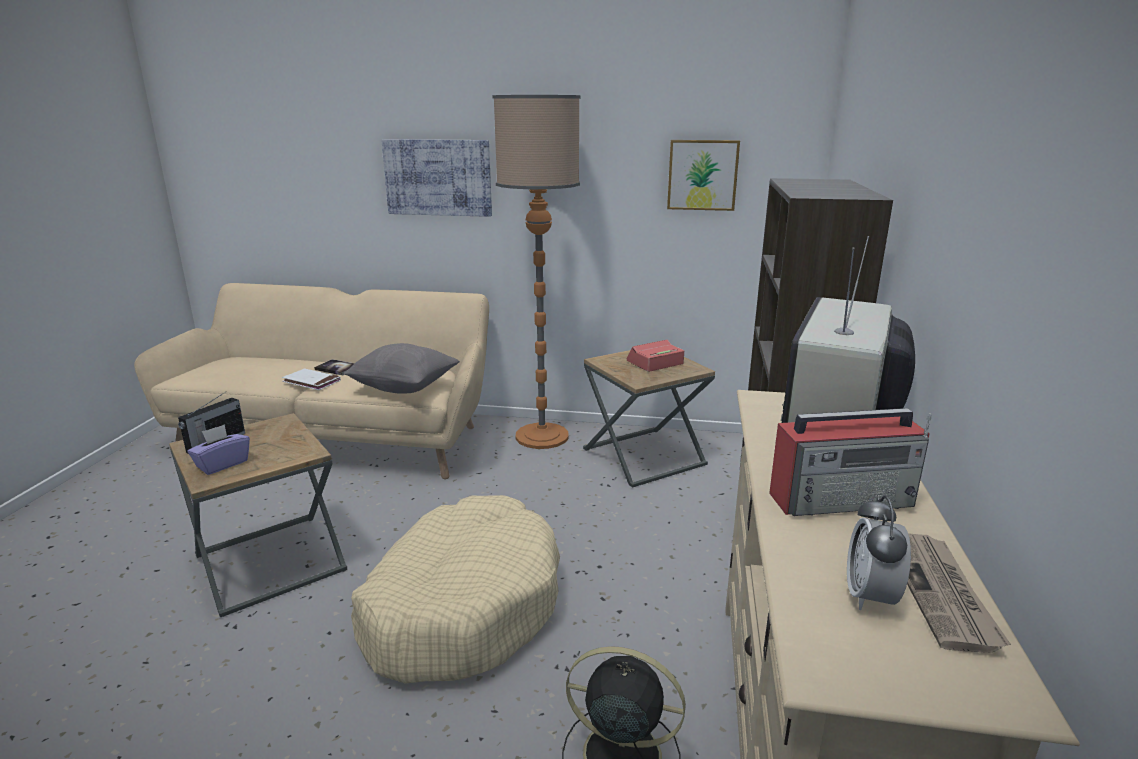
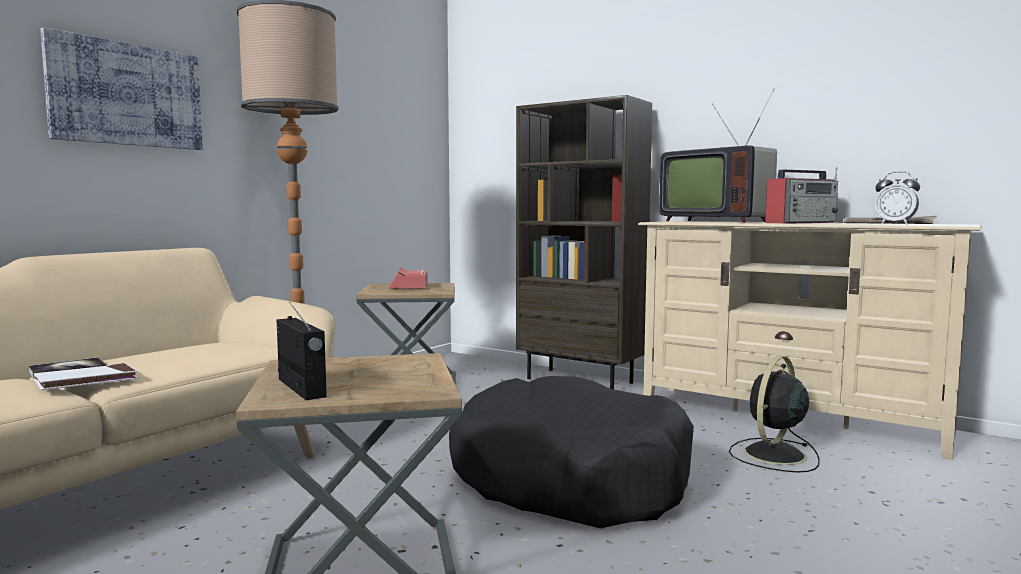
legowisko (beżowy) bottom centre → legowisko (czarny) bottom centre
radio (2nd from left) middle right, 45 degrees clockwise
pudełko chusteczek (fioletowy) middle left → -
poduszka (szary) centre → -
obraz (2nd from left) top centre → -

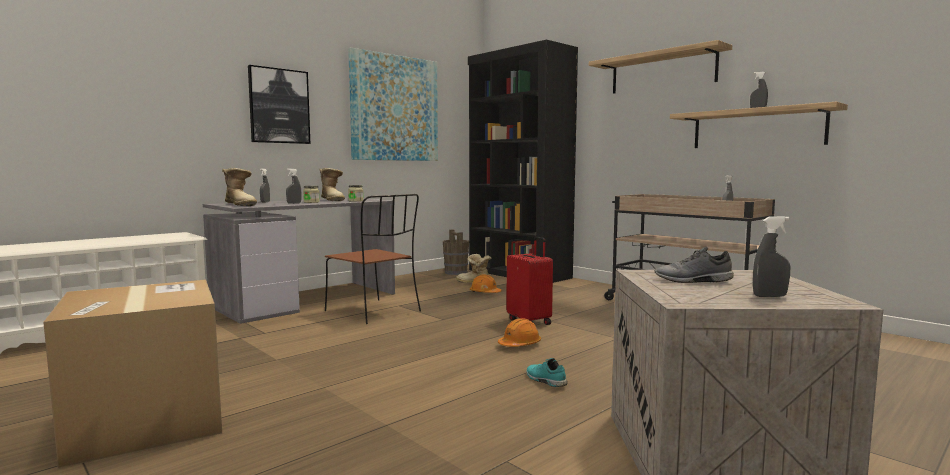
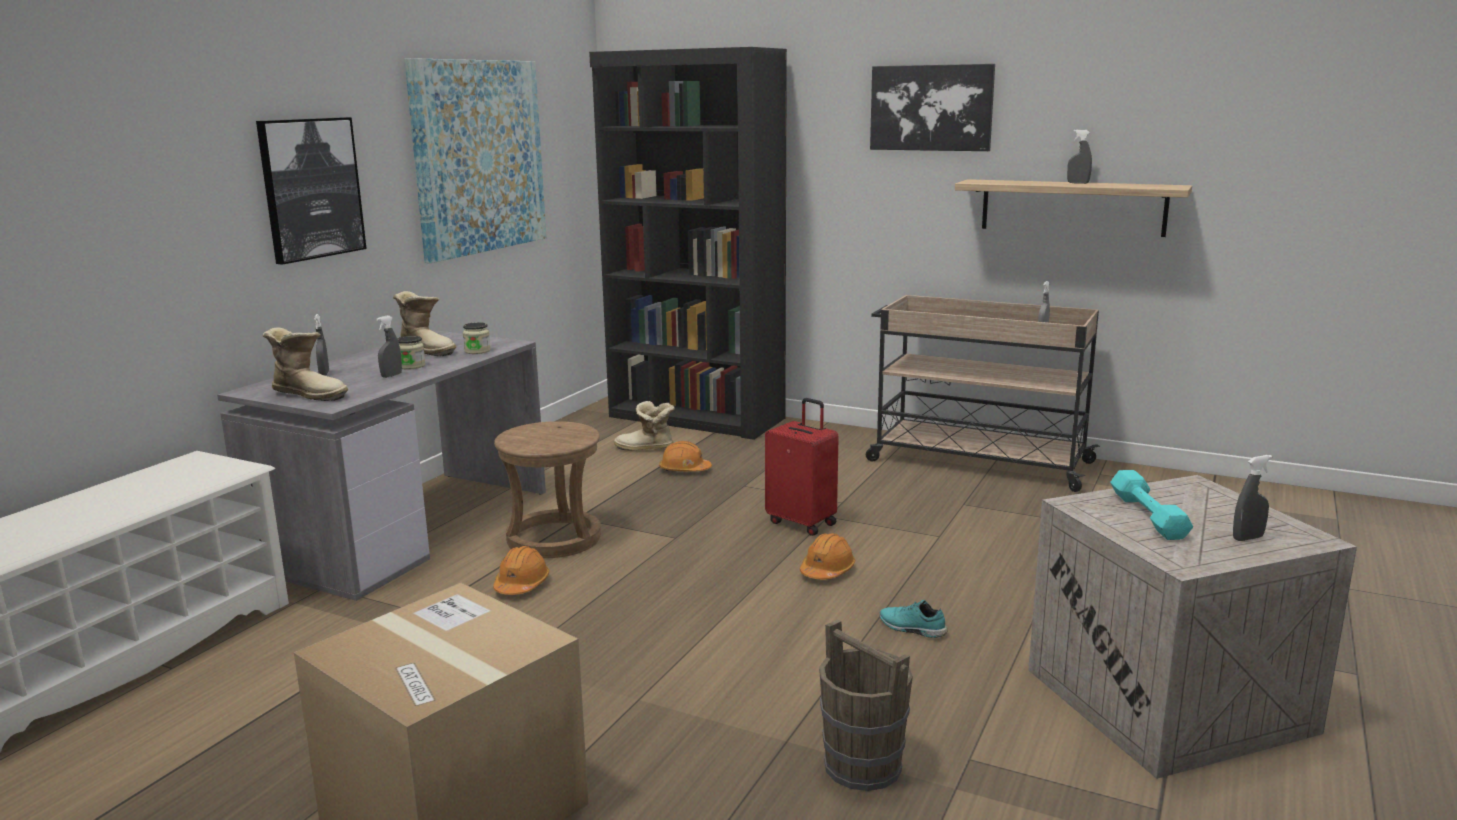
- → kask (pomarańczowy) (1st from left) bottom centre
krzesło (brązowy) centre → stołek (brązowy) centre
wiadro (brązowy) centre → wiadro (brązowy) bottom centre, moved
półka (1st from left) top right → obraz (3rd from left) top centre
but (szary) middle right → hantel (turkusowy) middle right

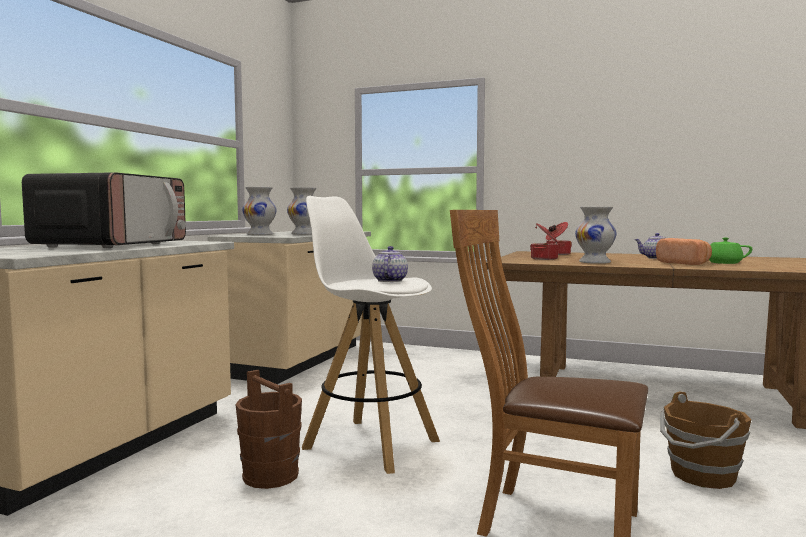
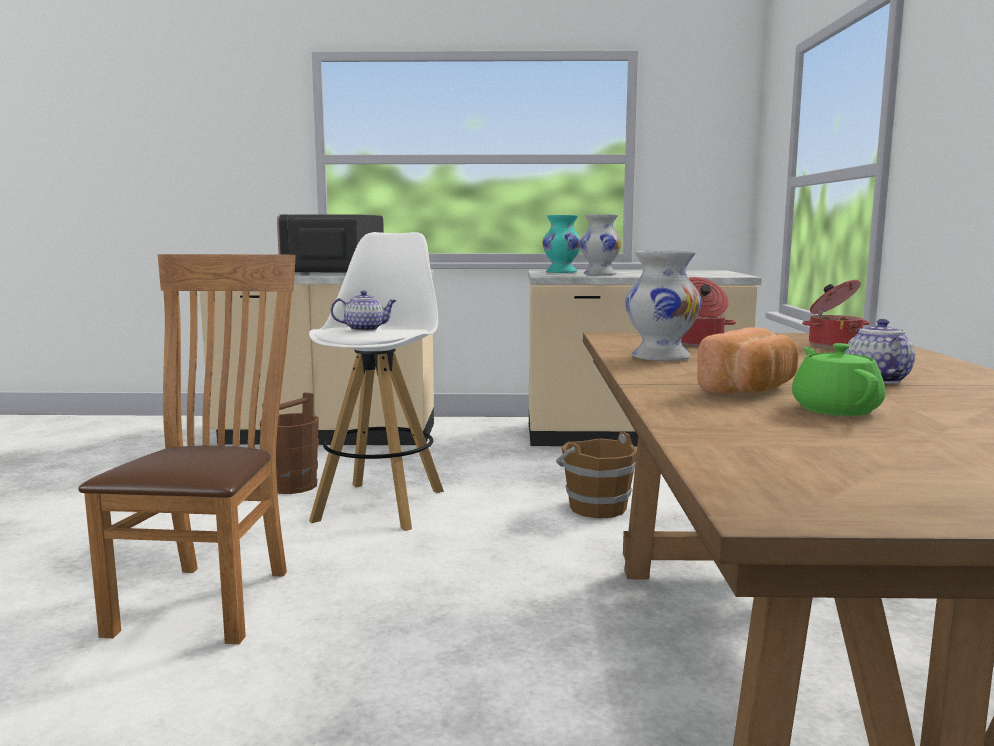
mikrofalówka middle left → mikrofalówka top left, 105 degrees clockwise
wazon (biały) (1st from left) middle left → wazon (turkusowy) top centre
wiadro (brązowy) (2nd from left) bottom right → wiadro (brązowy) (2nd from left) centre, moved

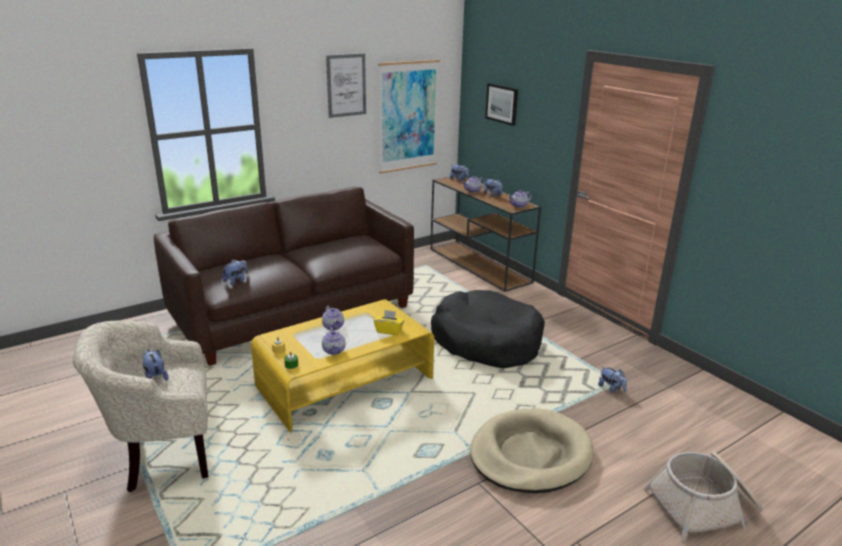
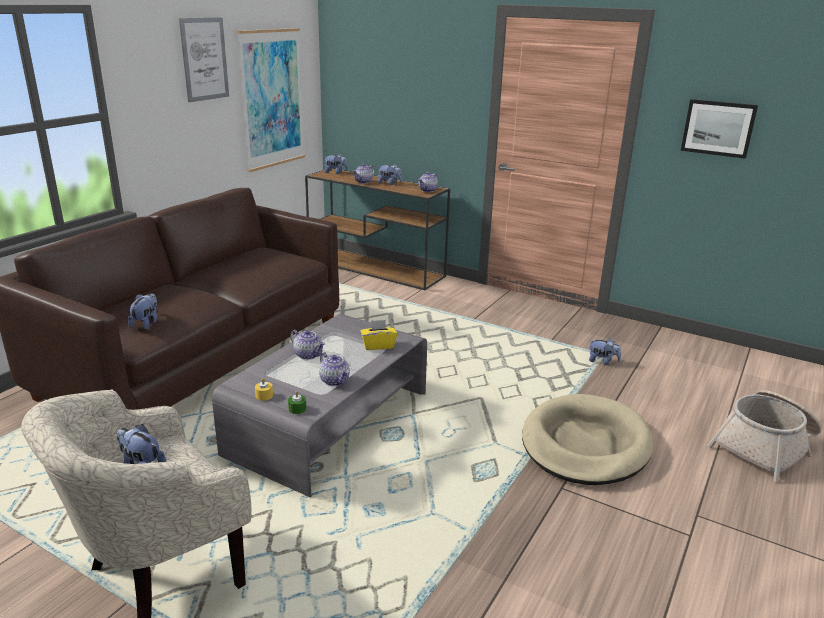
ława (żółty) bottom centre → ława (szary) centre
obraz (3rd from left) top centre → obraz (3rd from left) top right, moved
legowisko (czarny) centre → -

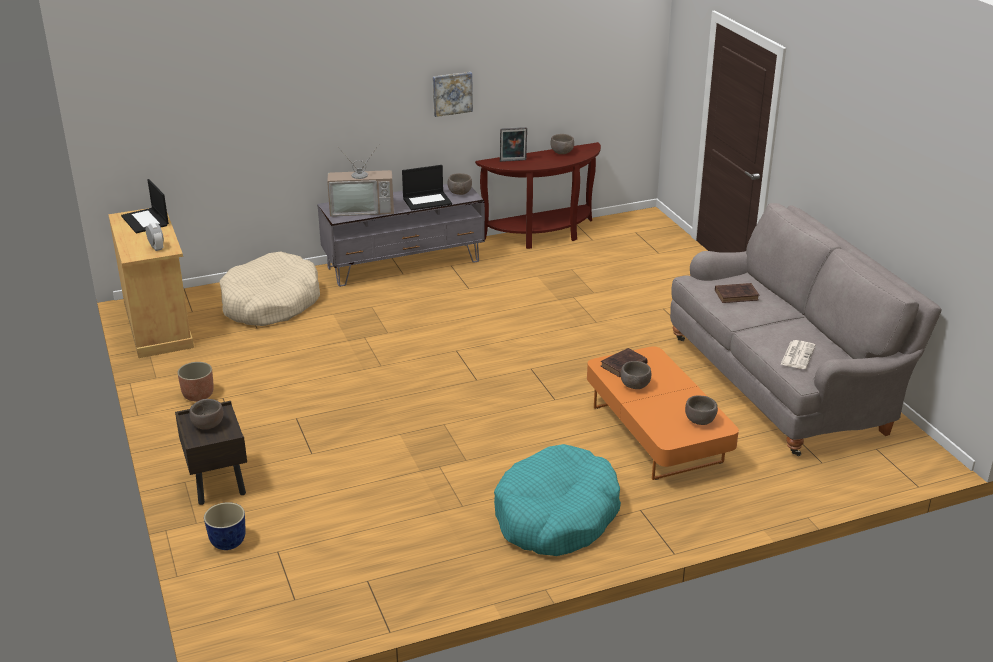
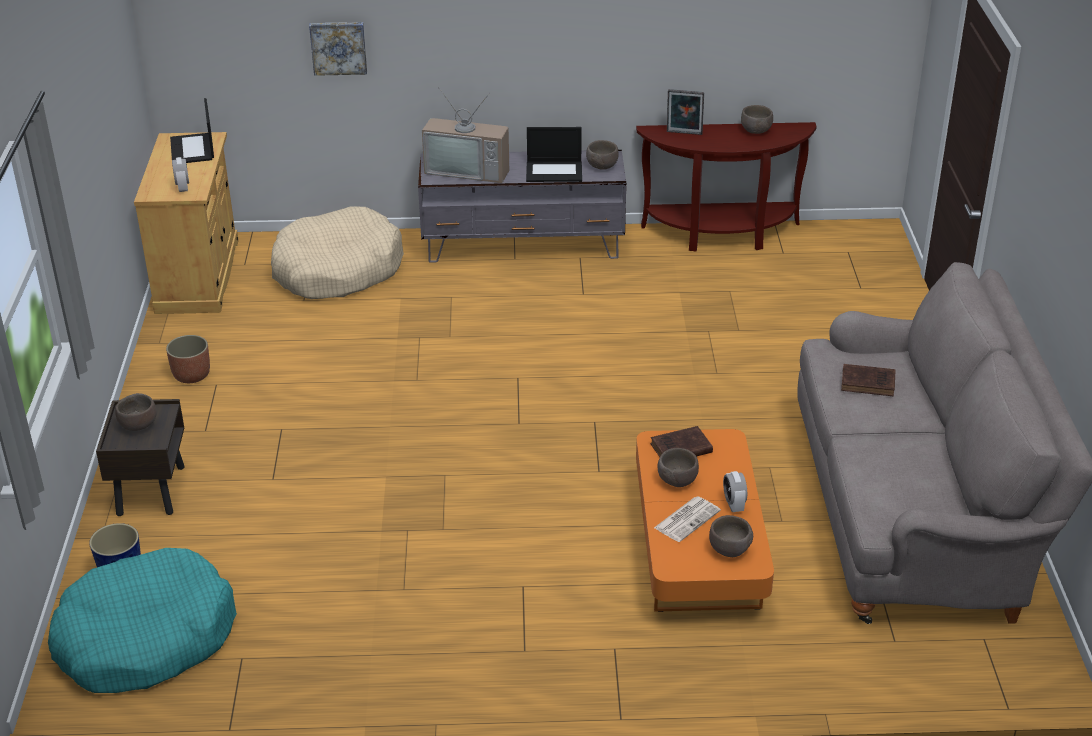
legowisko (turkusowy) bottom centre → legowisko (turkusowy) bottom left, moved
obraz top centre → obraz top left, moved
gazeta middle right → gazeta bottom centre, moved
- → budzik (2nd from left) bottom right

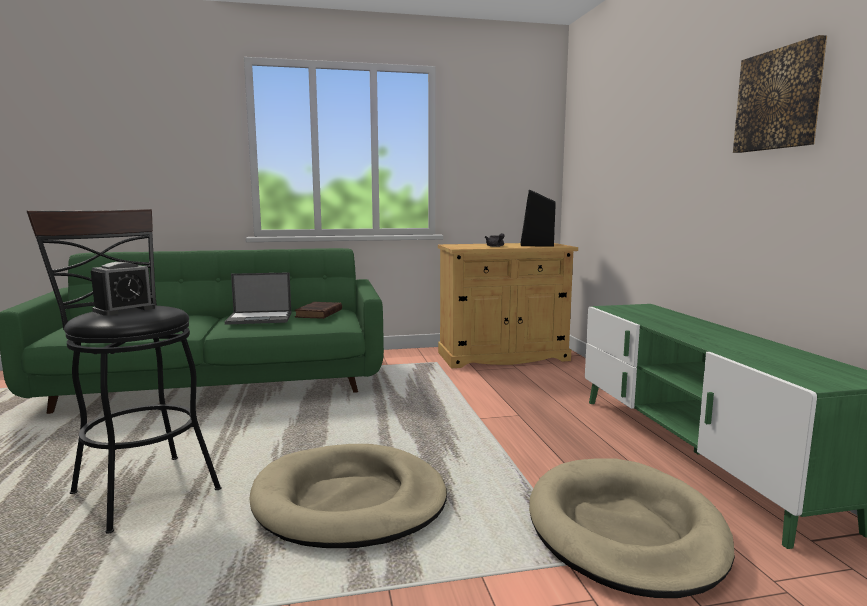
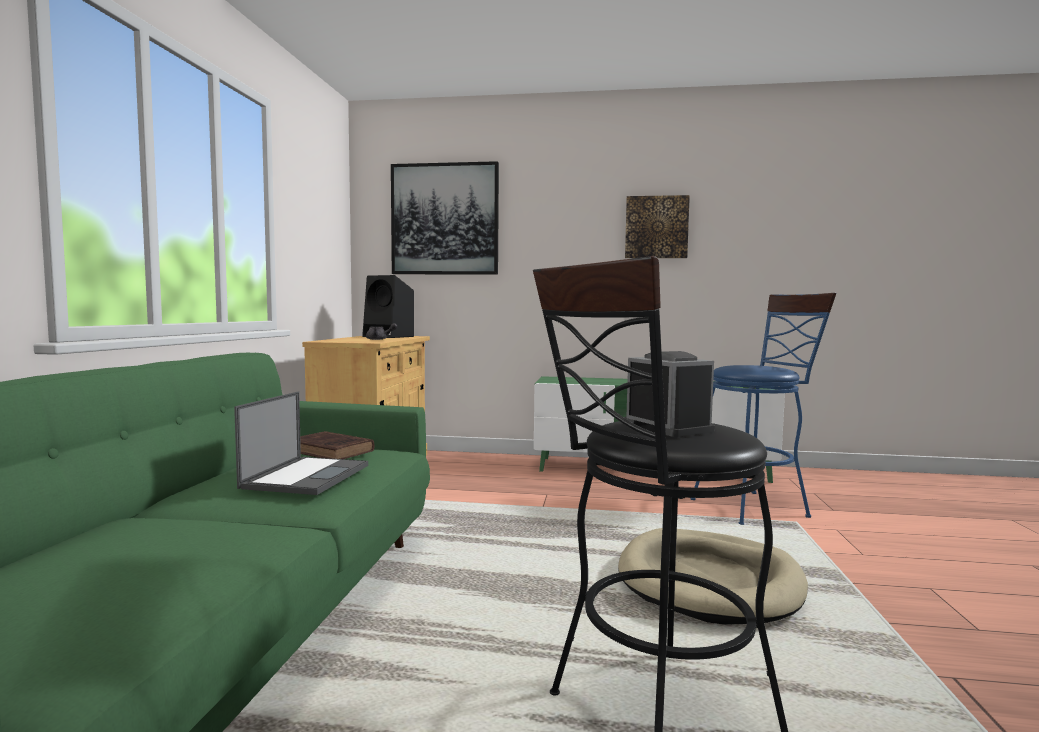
- → obraz (1st from left) top centre
legowisko (beżowy) (2nd from left) bottom right → stołek (niebieski) middle right

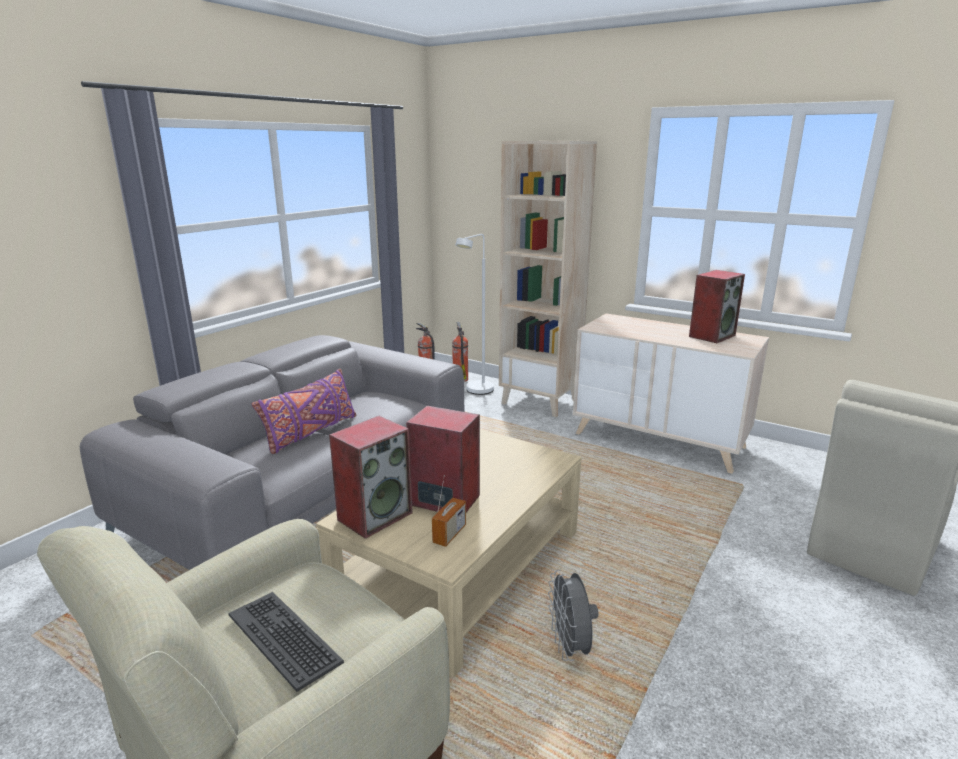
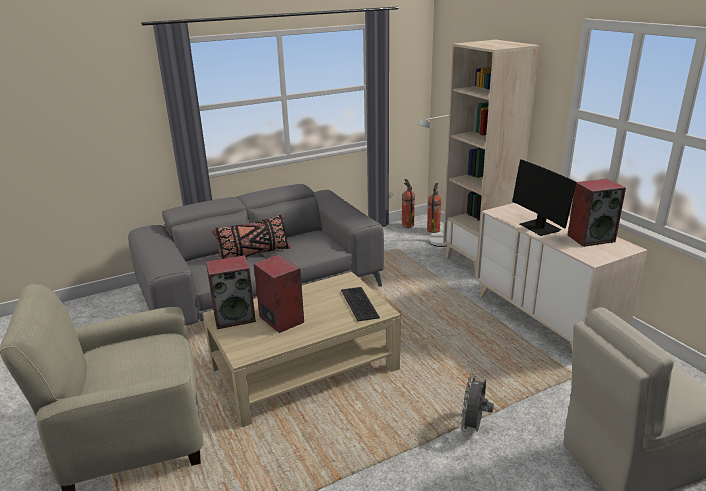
poduszka (fioletowy) middle left → poduszka (czarny) centre
klawiatura bottom left → klawiatura centre, moved
wentylator (szary) bottom centre → wentylator (szary) bottom right, moved
- → monitor middle right
radio bottom centre → -

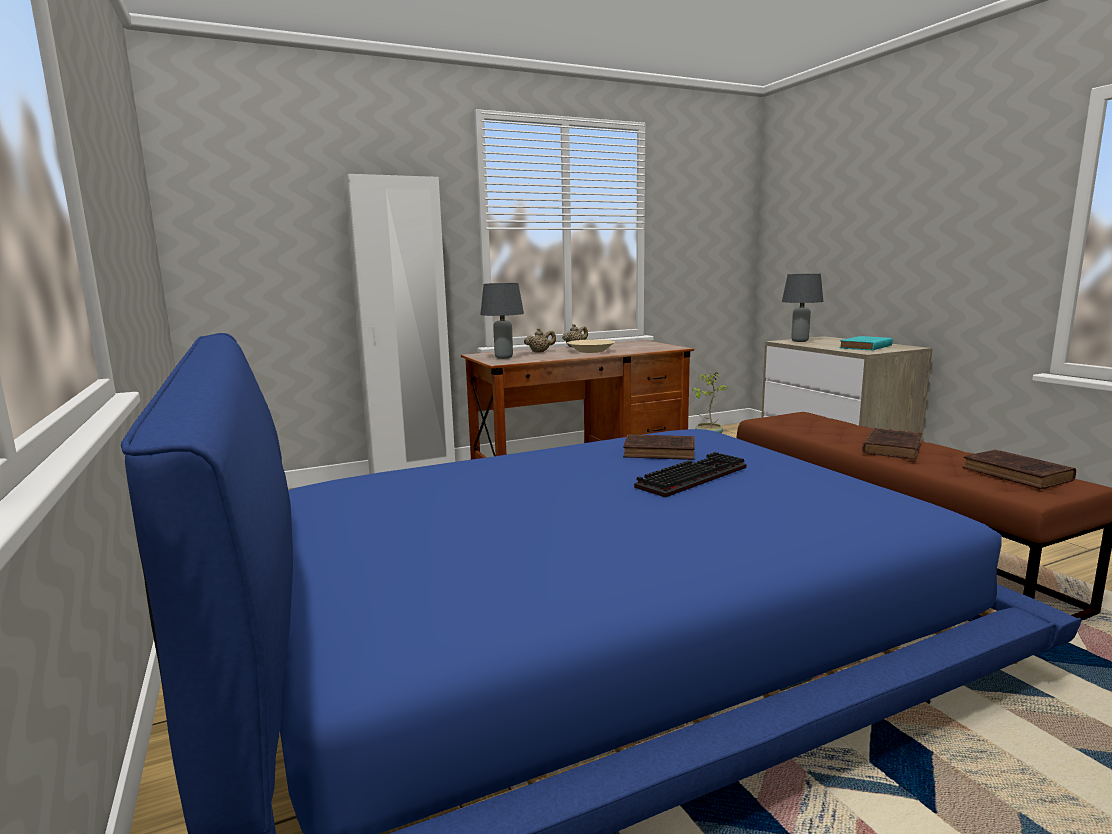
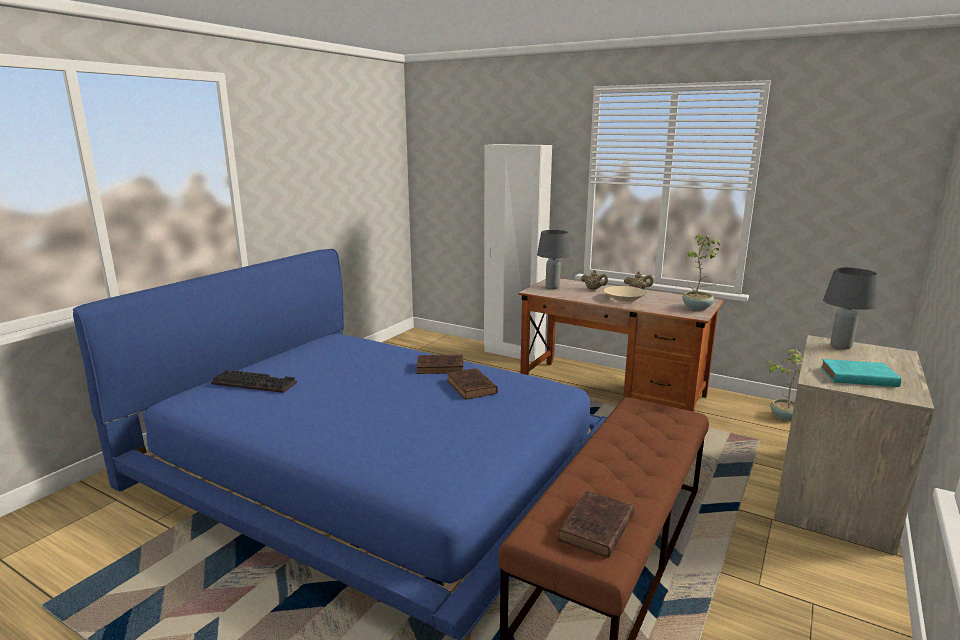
klawiatura centre → klawiatura middle left, moved
książka (brązowy) (2nd from left in the first image) middle right → książka (brązowy) (1st from left) centre, moved
- → roślina doniczkowa (1st from left) middle right

